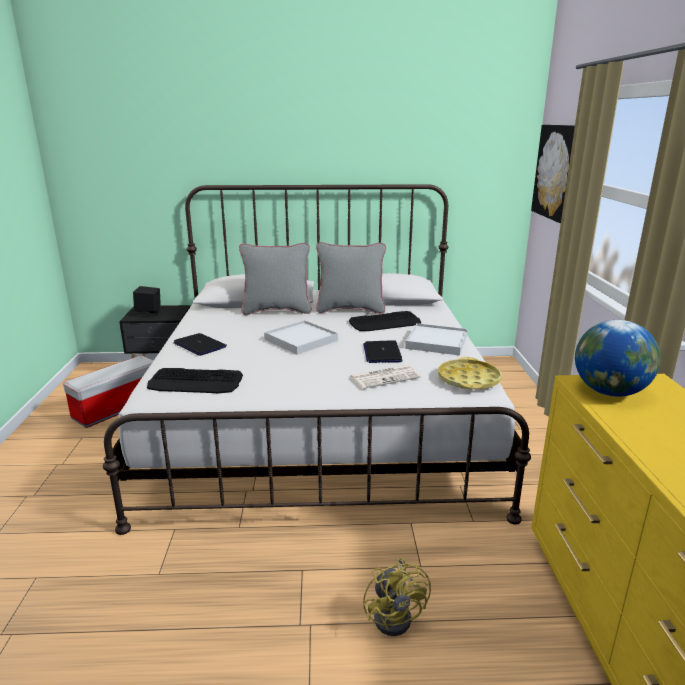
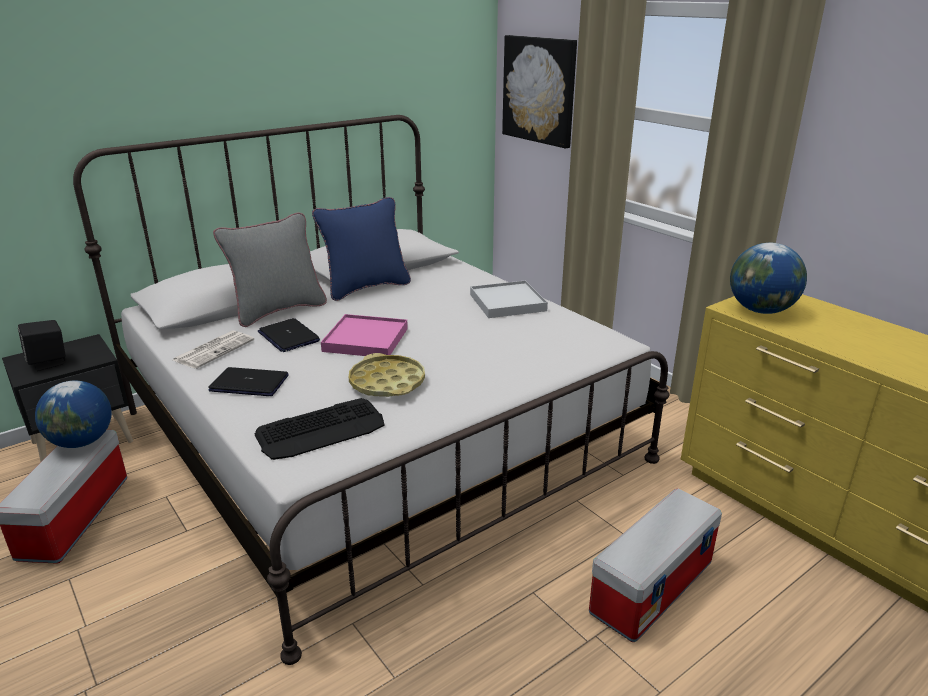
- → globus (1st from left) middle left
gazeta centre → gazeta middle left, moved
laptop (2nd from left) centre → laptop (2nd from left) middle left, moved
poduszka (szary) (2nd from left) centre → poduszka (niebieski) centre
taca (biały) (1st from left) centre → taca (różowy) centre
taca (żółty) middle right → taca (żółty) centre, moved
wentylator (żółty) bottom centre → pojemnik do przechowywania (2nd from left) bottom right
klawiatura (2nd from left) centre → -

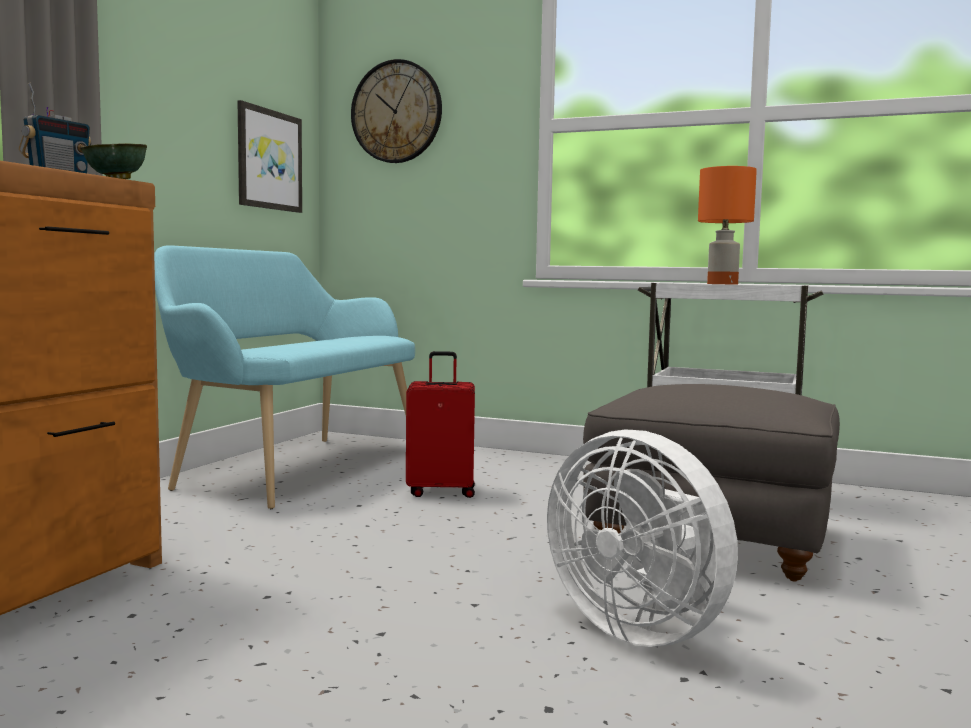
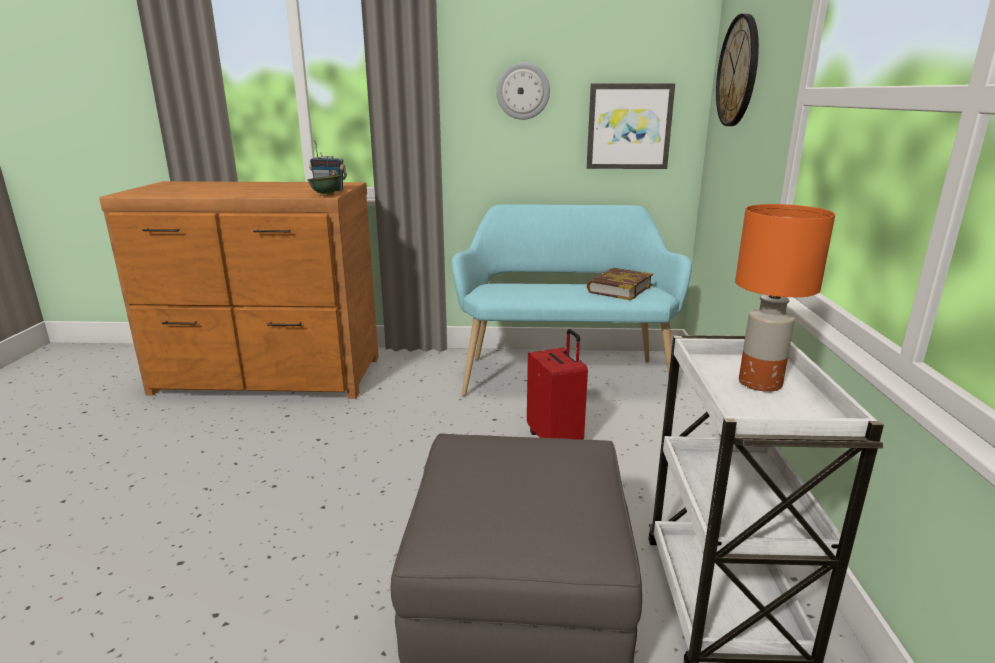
- → zegar ścienny (1st from left) top centre
- → książka centre
wentylator (biały) bottom centre → -

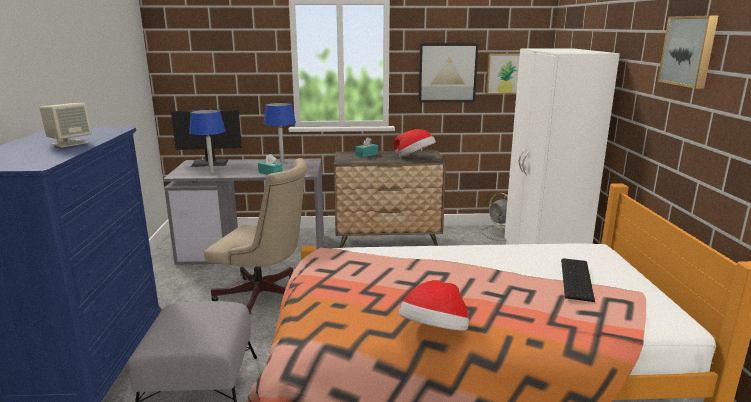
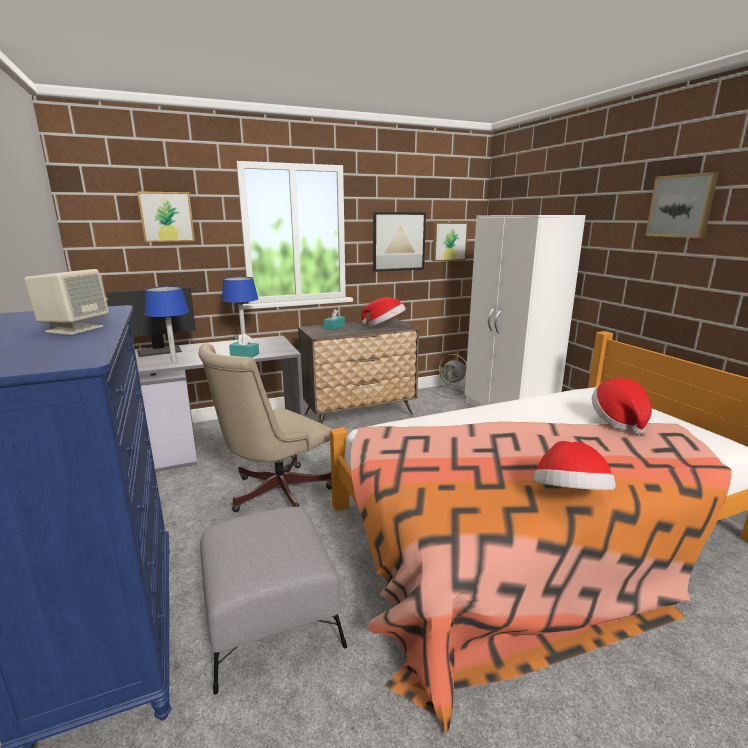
- → obraz (1st from left) top left
krzesło biurowe (beżowy) centre, 135 degrees clockwise
klawiatura bottom right → kapelusz (3rd from left) middle right

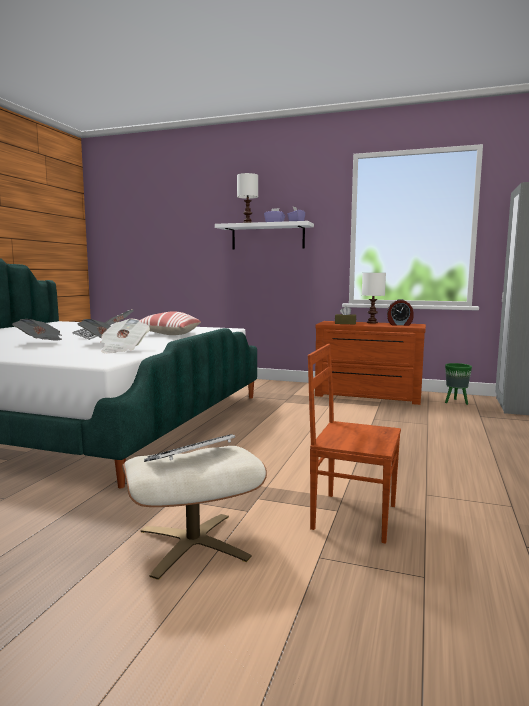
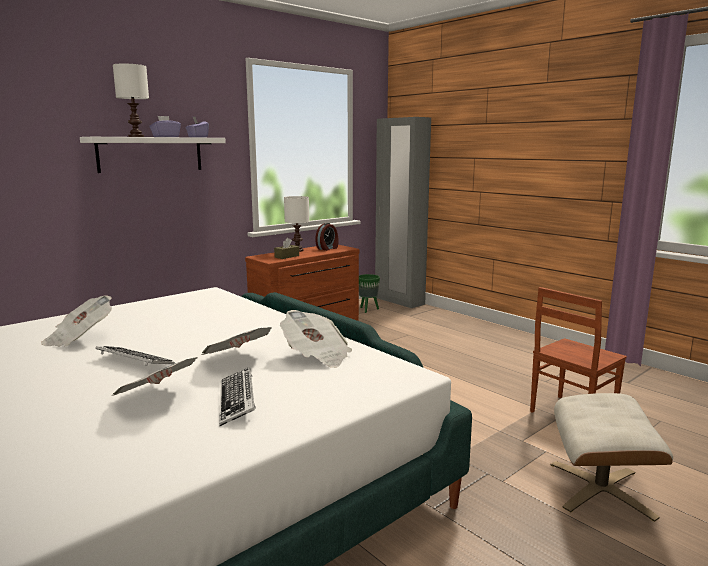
klawiatura (2nd from left) centre → klawiatura (2nd from left) bottom centre, moved
poduszka middle left → -

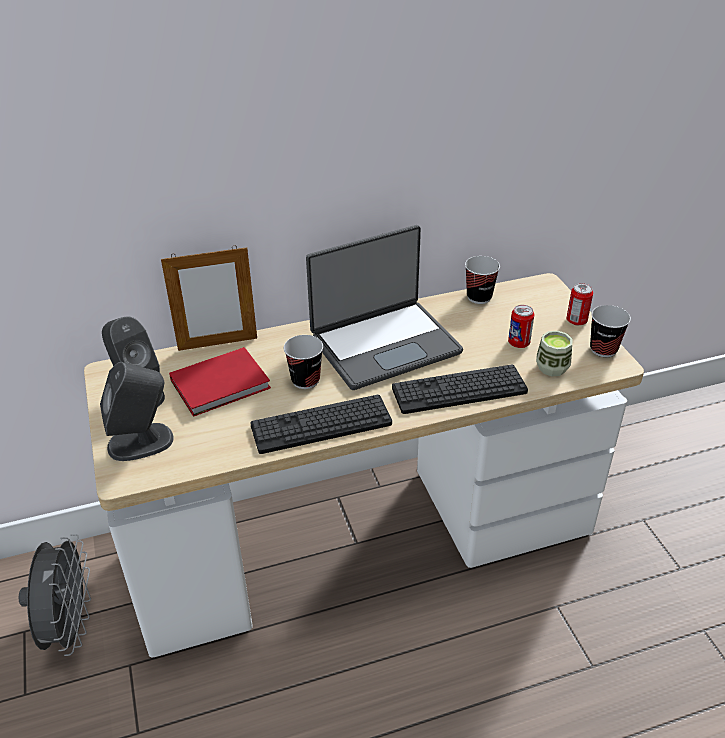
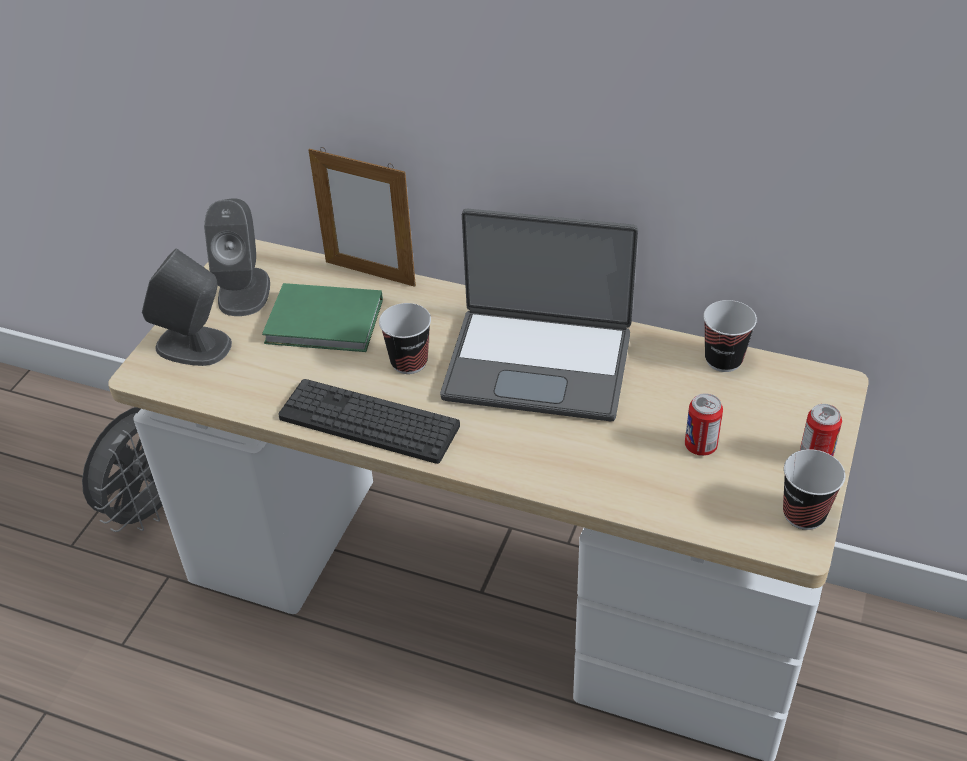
książka (czerwony) middle left → książka (zielony) middle left
klawiatura (2nd from left) centre → -
filiżanka (3rd from left) middle right → -

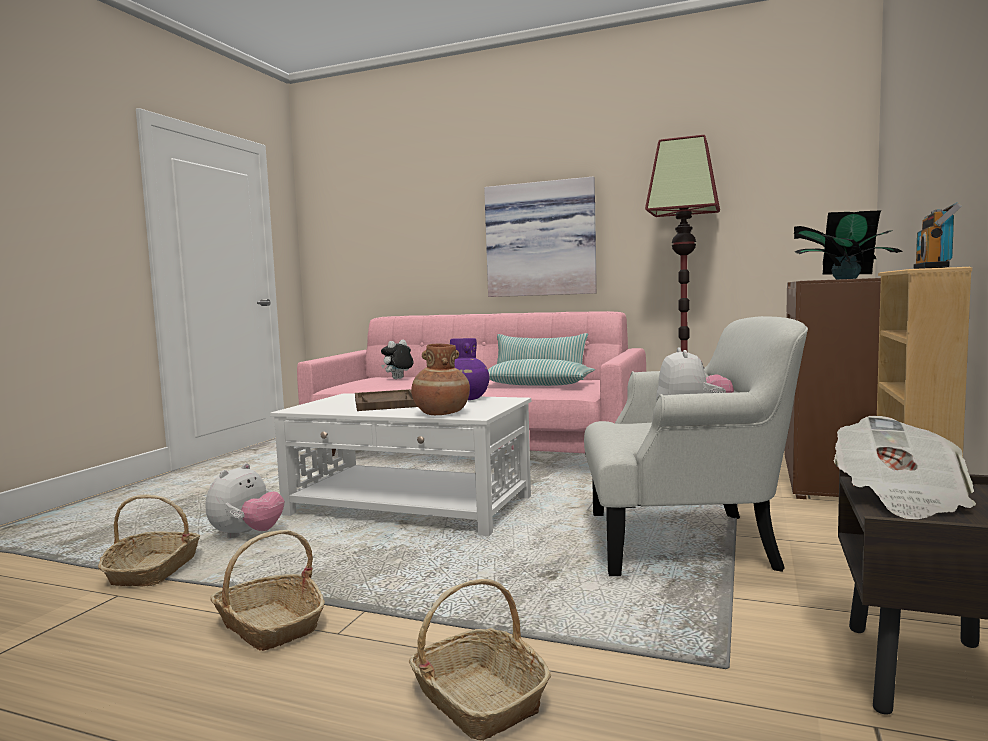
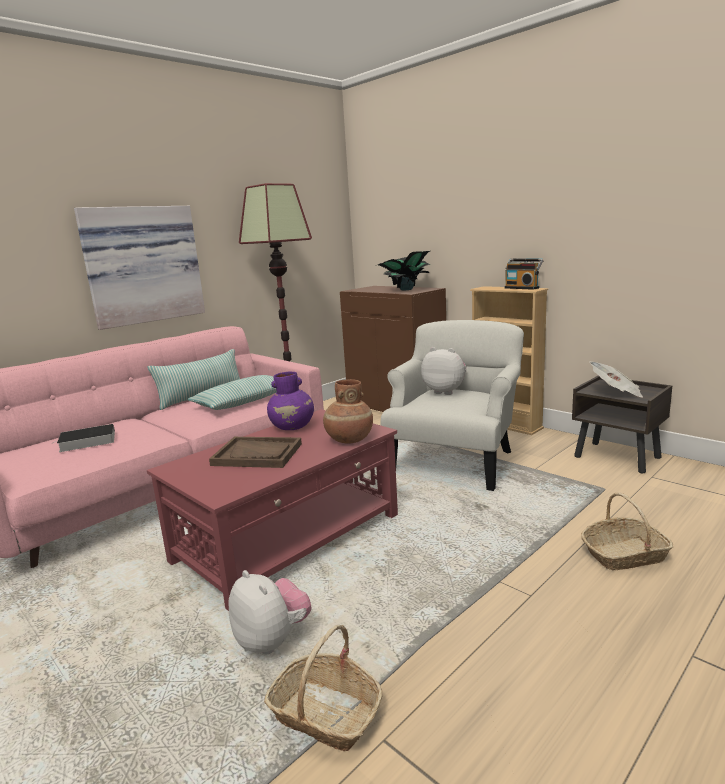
pluszak (2nd from left) centre → książka middle left
ława (biały) centre → ława (czerwony) centre
koszyk (2nd from left) bottom left → -

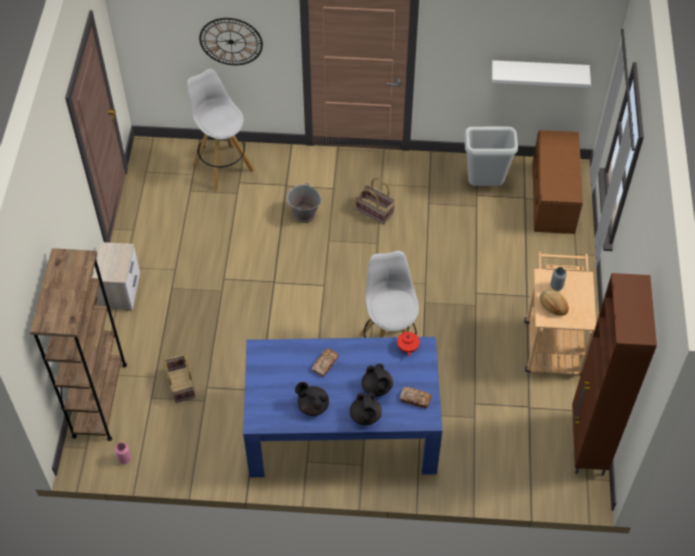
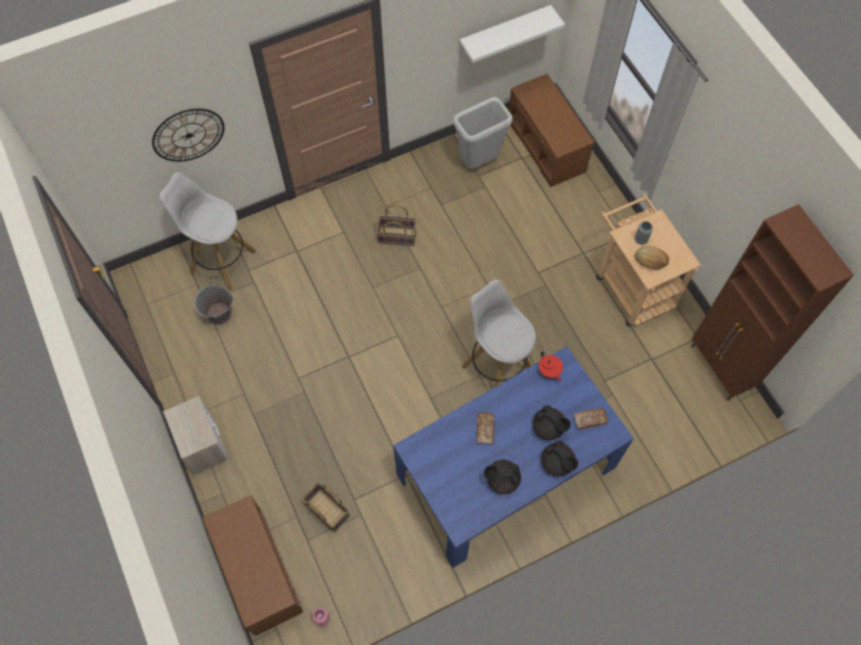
wiadro (szary) centre → wiadro (szary) middle left, moved
regał (brązowy) middle left → ławka (brązowy) (1st from left) bottom left

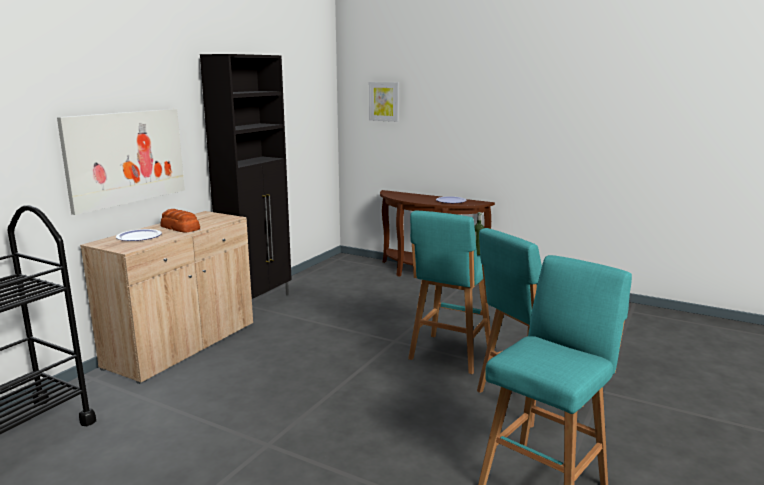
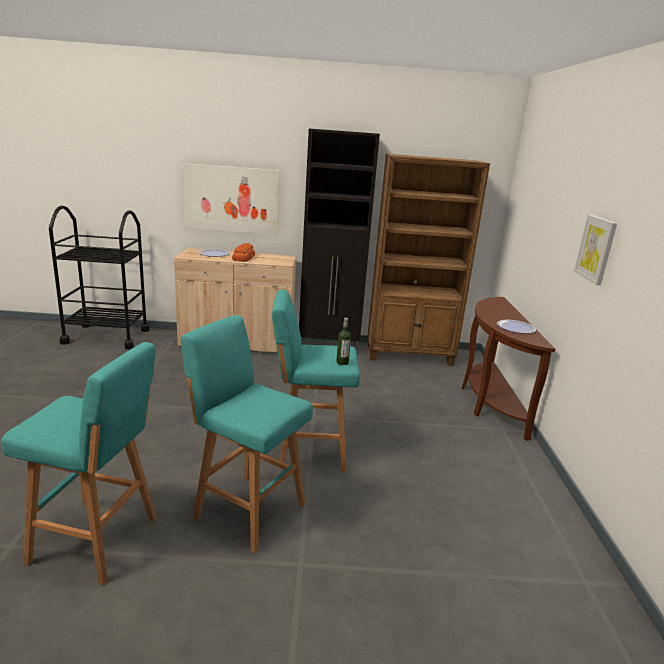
- → regał (brązowy) centre
obraz (2nd from left) top centre → obraz (2nd from left) middle right, moved

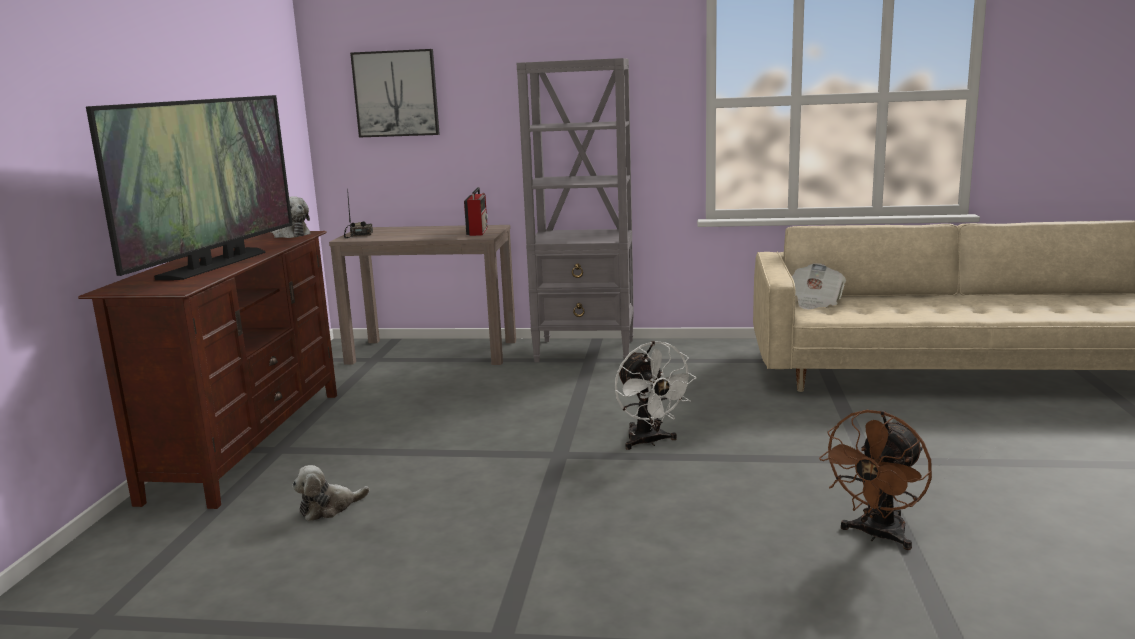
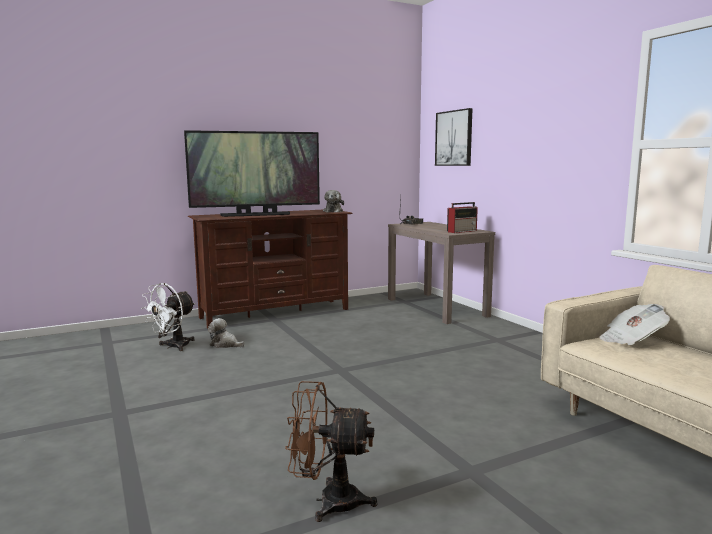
wentylator (biały) centre → wentylator (biały) middle left, moved
regał (szary) top centre → -

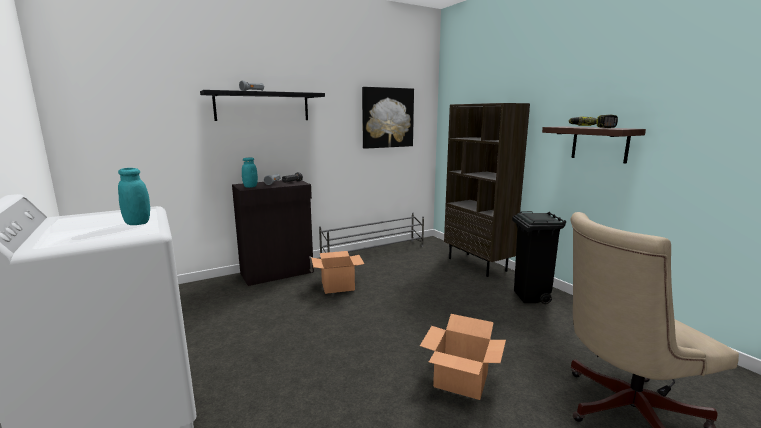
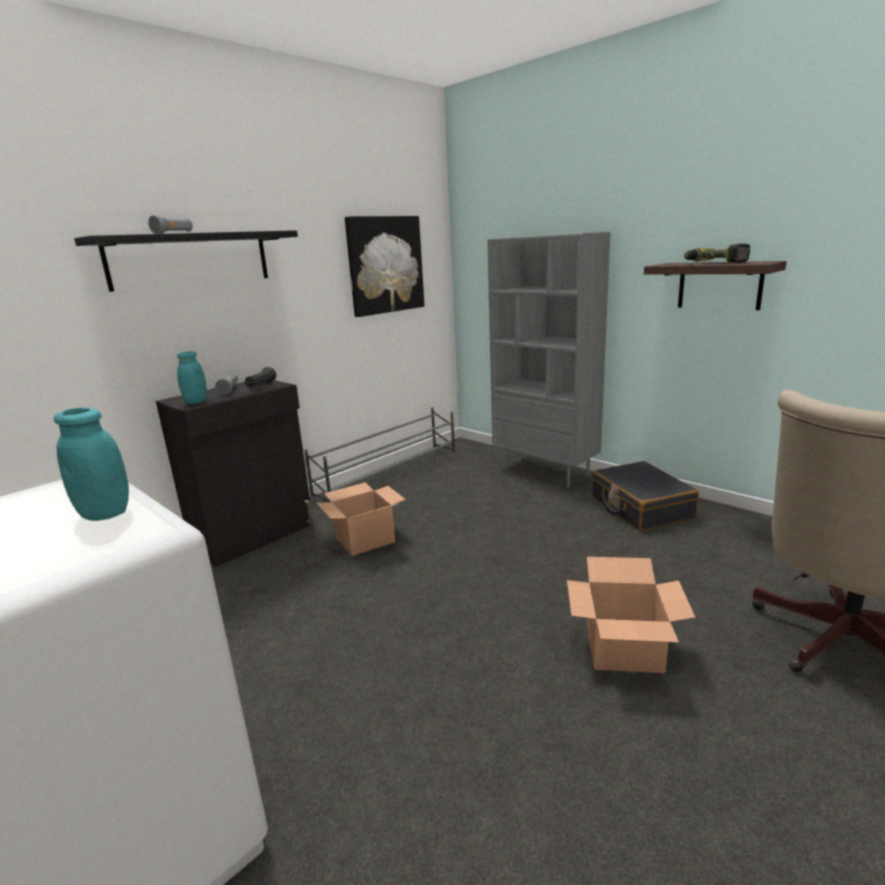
regał (brązowy) centre → regał (szary) centre
kosz na śmieci (czarny) middle right → walizka (czarny) middle right

